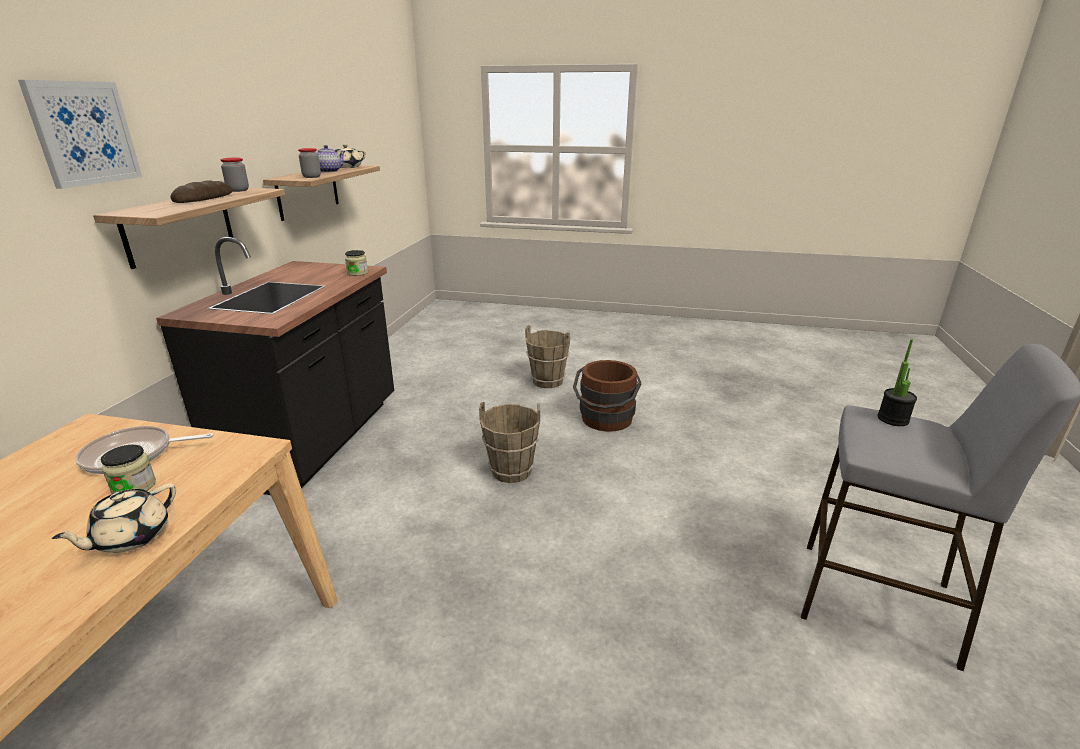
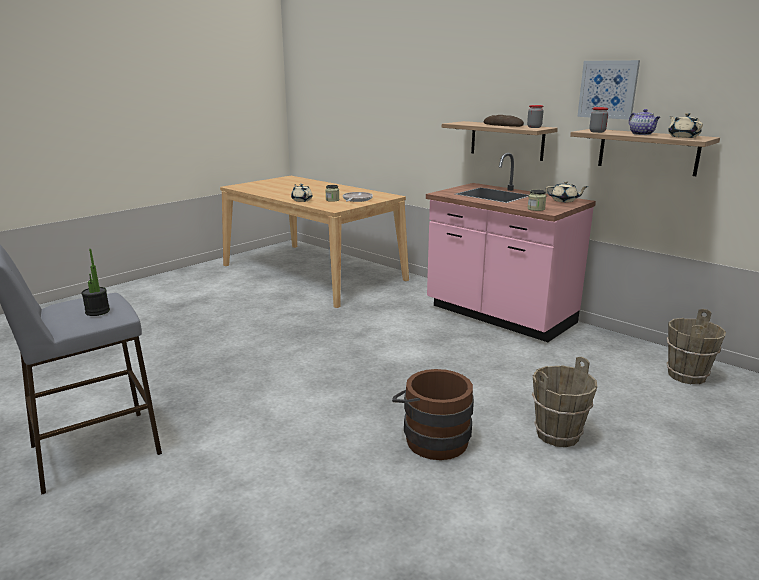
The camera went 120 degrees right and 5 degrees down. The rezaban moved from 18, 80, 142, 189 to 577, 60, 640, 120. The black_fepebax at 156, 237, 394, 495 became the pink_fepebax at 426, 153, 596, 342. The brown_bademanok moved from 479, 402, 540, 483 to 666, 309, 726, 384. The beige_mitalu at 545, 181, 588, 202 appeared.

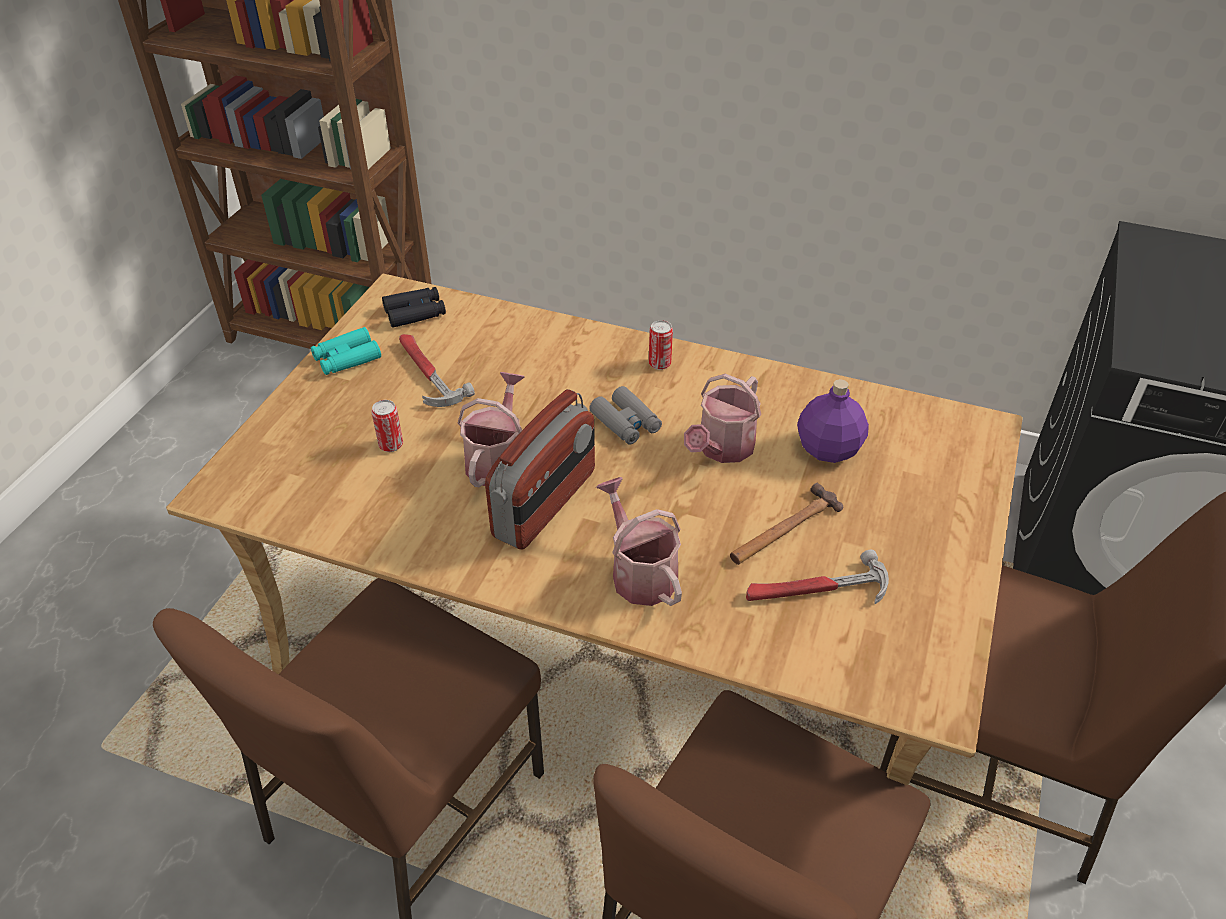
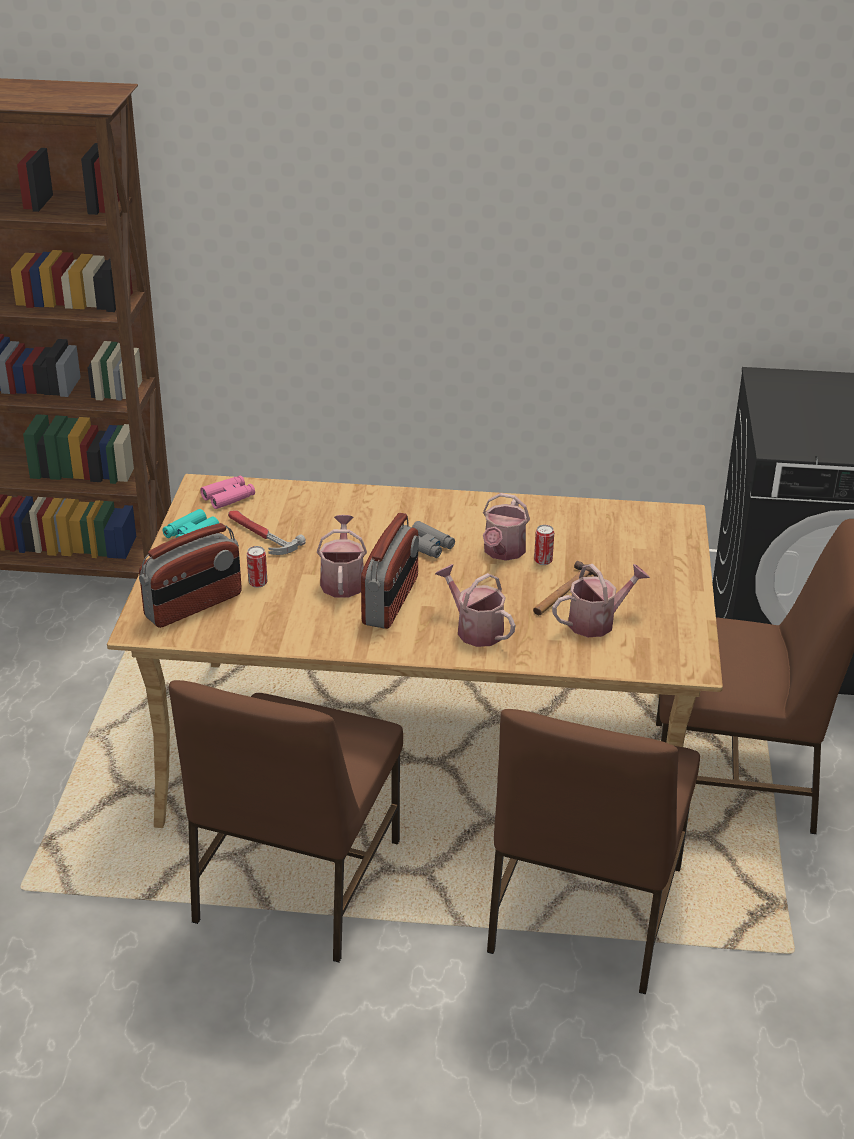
The camera went 15 degrees left and 10 degrees down. The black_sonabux at 382, 287, 446, 328 became the pink_sonabux at 200, 475, 255, 509. The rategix moved from 649, 320, 673, 370 to 534, 525, 554, 565. The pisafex at 746, 550, 889, 604 was replaced by the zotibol at 552, 564, 650, 637. The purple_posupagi at 797, 379, 869, 463 disappeared. The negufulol at 139, 523, 242, 628 appeared.

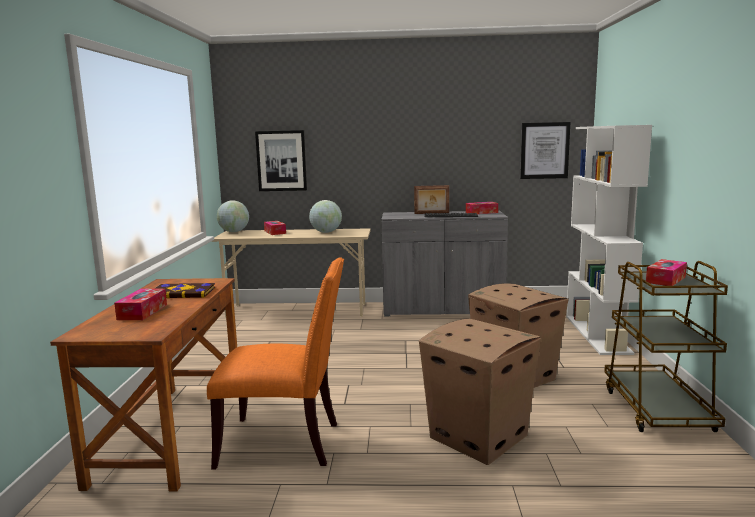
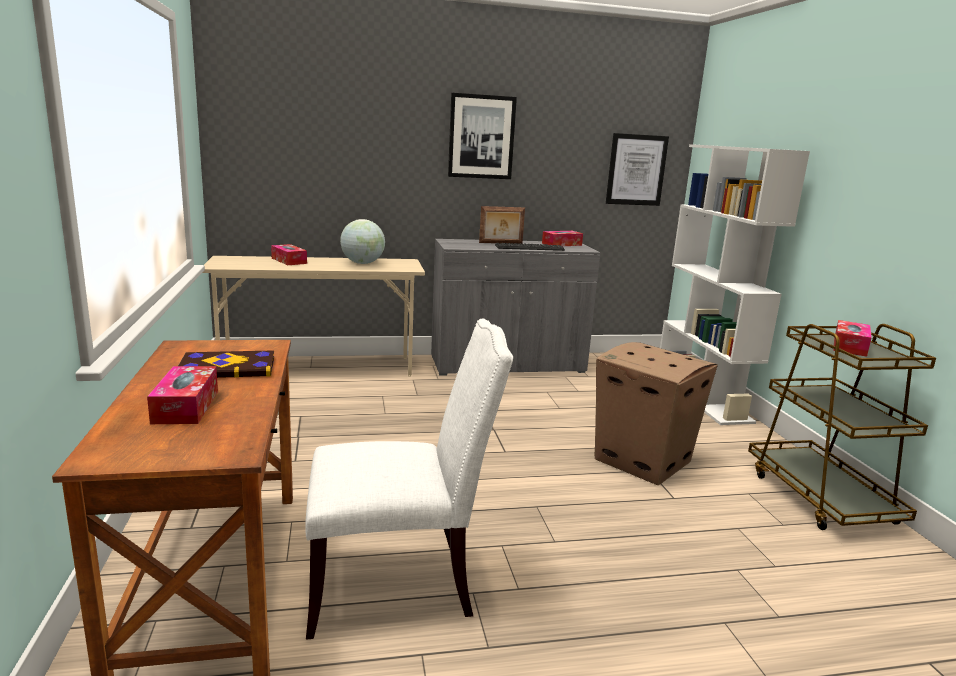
The camera went 15 degrees left and 5 degrees up. The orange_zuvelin at 207, 257, 344, 469 became the white_zuvelin at 305, 318, 513, 639. The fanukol at 217, 200, 249, 232 disappeared. The rezaban moved from 255, 130, 307, 191 to 448, 93, 517, 179. The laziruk at 419, 319, 541, 465 disappeared.

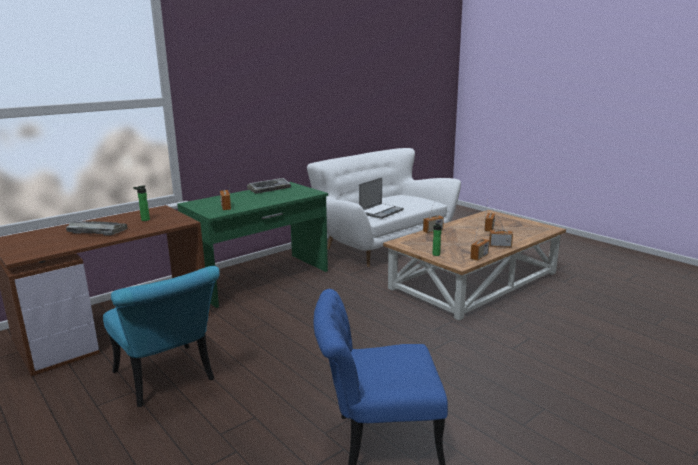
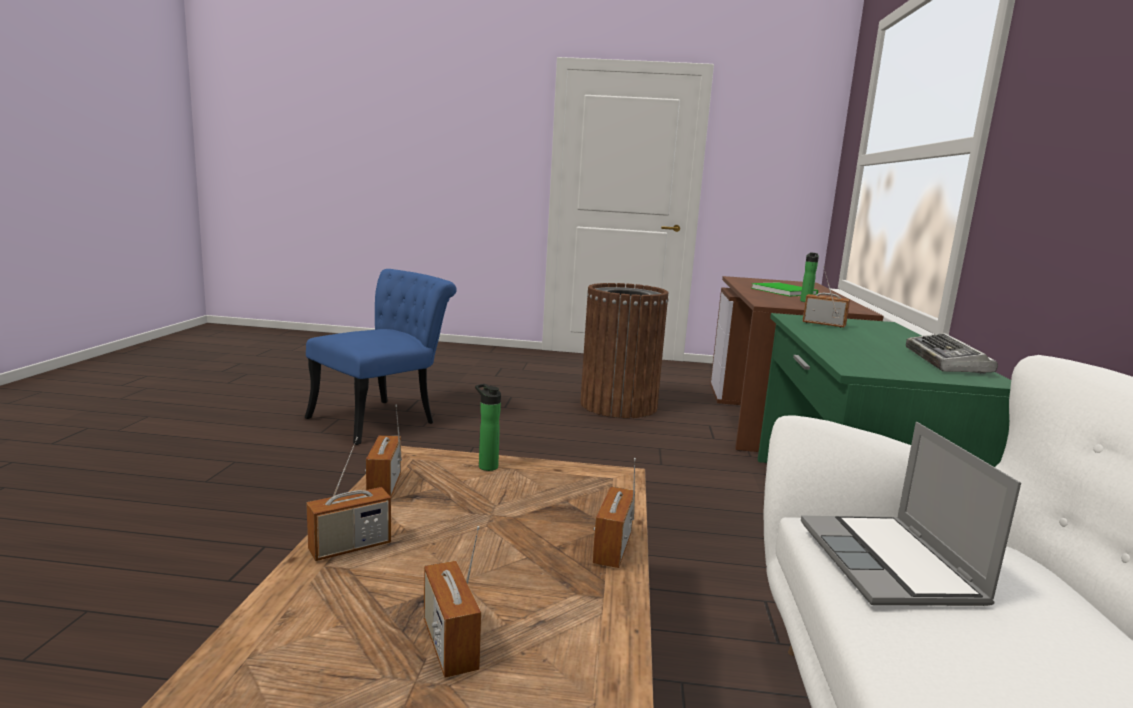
The camera went 135 degrees right and 5 degrees down. The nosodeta at 66, 221, 127, 236 was replaced by the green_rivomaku at 752, 282, 818, 296. The turquoise_zuvelin at 103, 266, 220, 407 was replaced by the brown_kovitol at 580, 283, 669, 418.

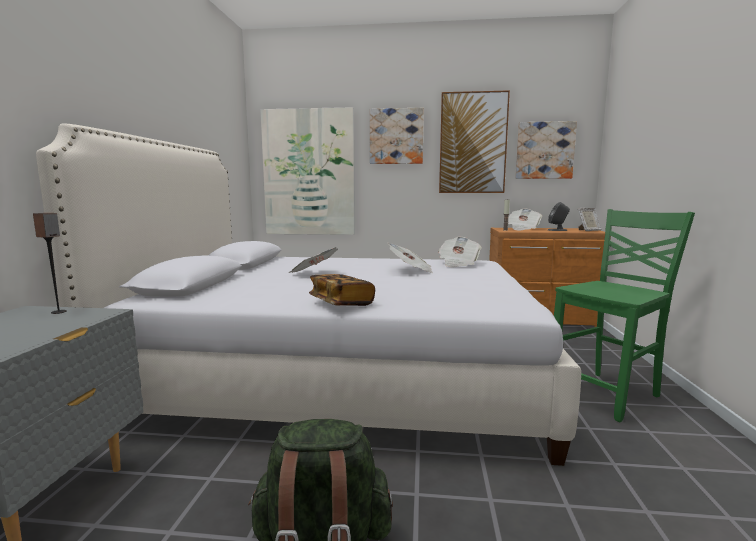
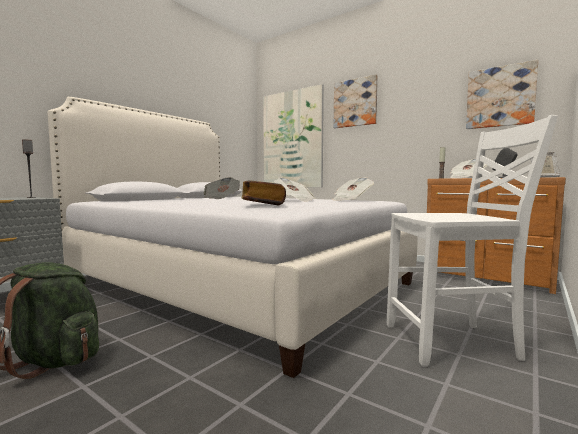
The camera went 30 degrees right and 5 degrees down. The rivomaku moved from 309, 274, 375, 306 to 242, 181, 286, 205. The rezaban at 439, 90, 510, 193 disappeared. The green_zuvelin at 554, 209, 695, 422 became the white_zuvelin at 387, 115, 558, 367.

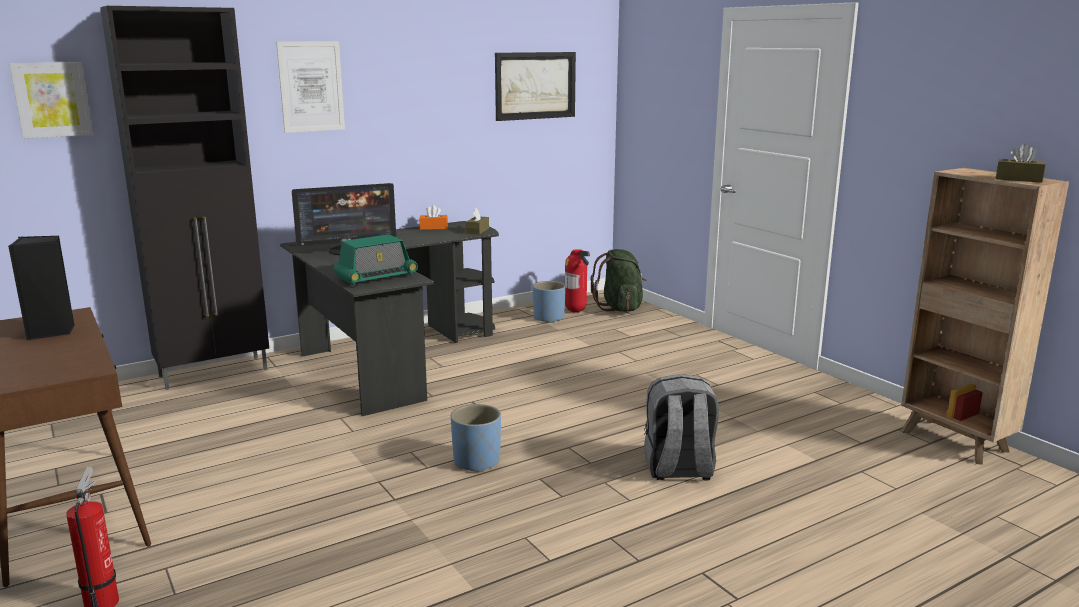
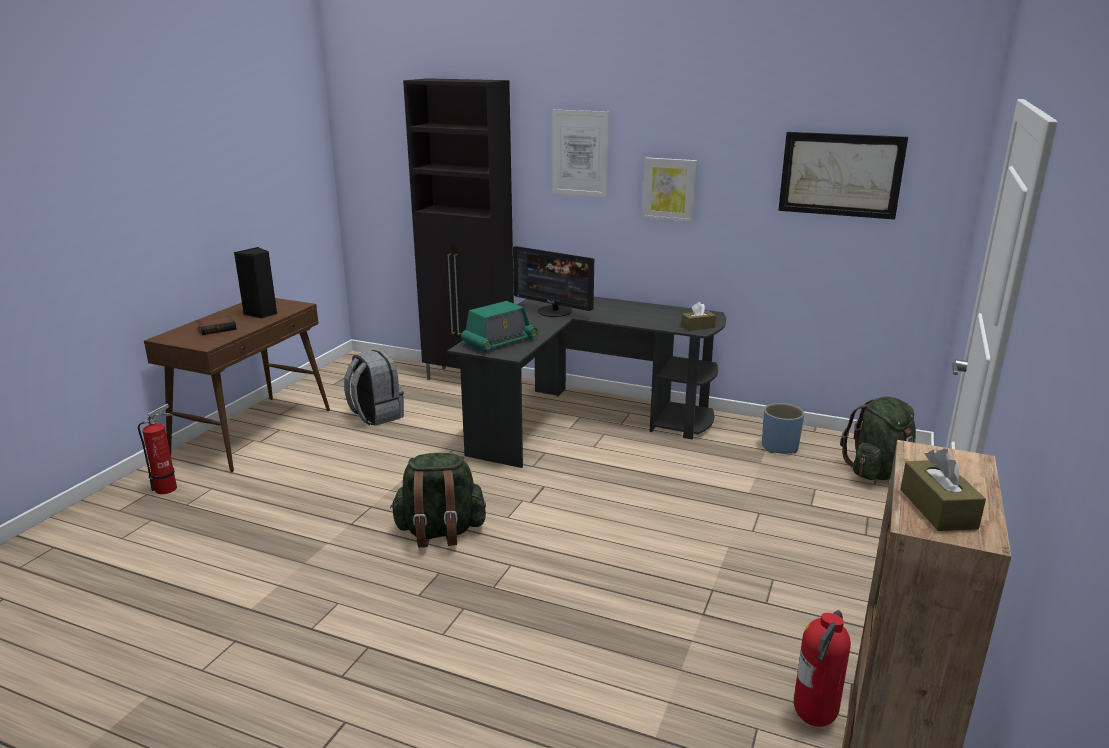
The camera went 55 degrees right and 5 degrees up. The rezaban moved from 9, 62, 93, 139 to 642, 157, 697, 222. The negufulol at 333, 234, 418, 285 turned 60 degrees counterclockwise. The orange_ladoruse at 419, 205, 448, 230 disappeared. The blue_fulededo at 451, 404, 501, 472 was replaced by the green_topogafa at 390, 453, 486, 548. The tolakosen moved from 565, 249, 590, 313 to 794, 610, 851, 727. The grey_topogafa moved from 644, 374, 719, 481 to 344, 349, 404, 426. The rivomaku at 197, 316, 236, 335 appeared.

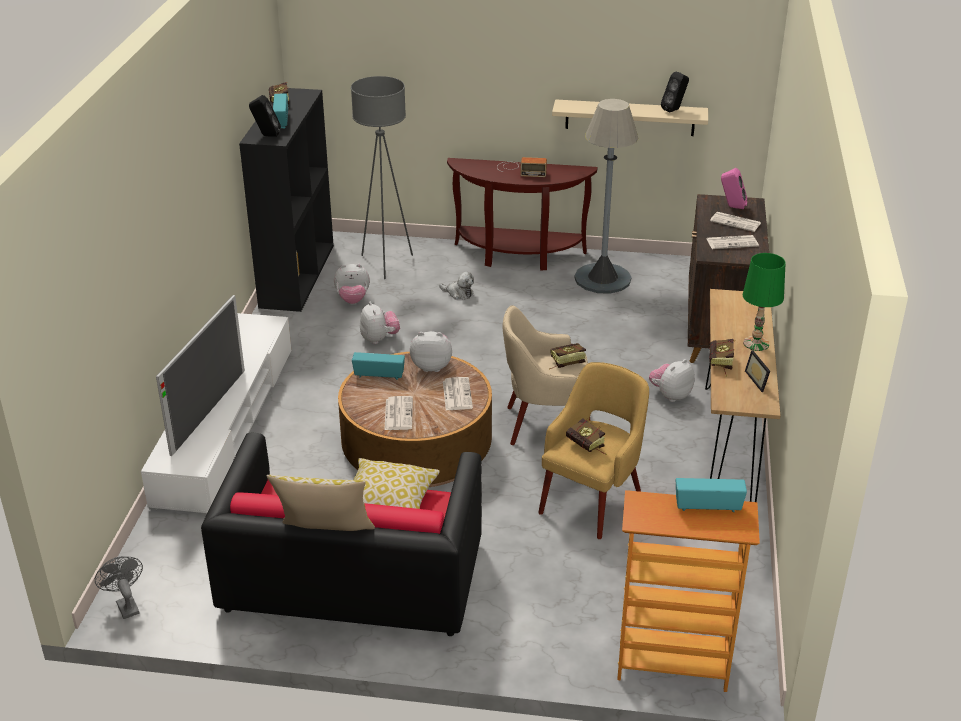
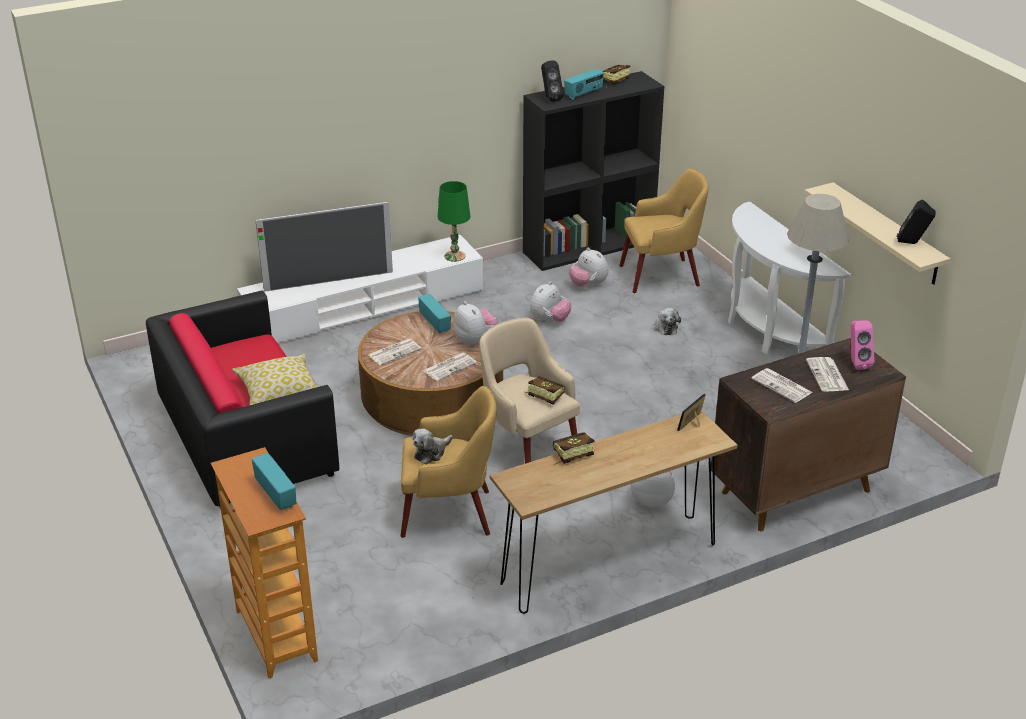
The camera went 55 degrees right and 0 degrees up. The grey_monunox at 95, 556, 143, 619 disappeared. The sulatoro at 267, 475, 375, 531 disappeared. The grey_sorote at 351, 76, 413, 279 was replaced by the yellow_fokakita at 620, 168, 708, 293. The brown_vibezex at 447, 158, 597, 270 became the white_vibezex at 728, 202, 851, 355. The negufulol at 497, 157, 547, 177 disappeared. The rivomaku at 566, 418, 607, 455 was replaced by the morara at 412, 429, 453, 464. The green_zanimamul moved from 743, 253, 786, 351 to 438, 181, 470, 262. The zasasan moved from 745, 350, 770, 392 to 677, 394, 706, 431.

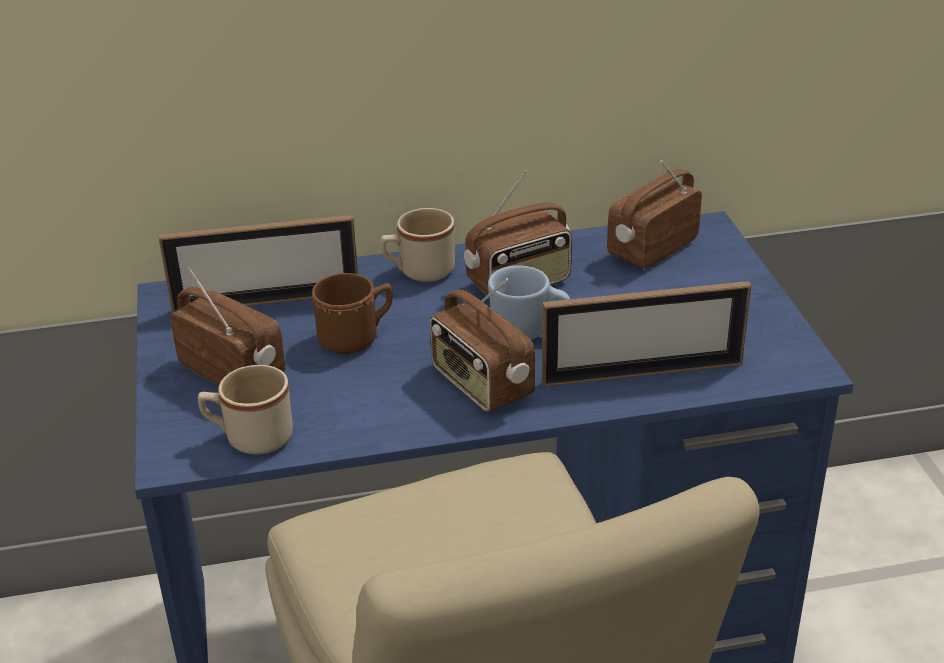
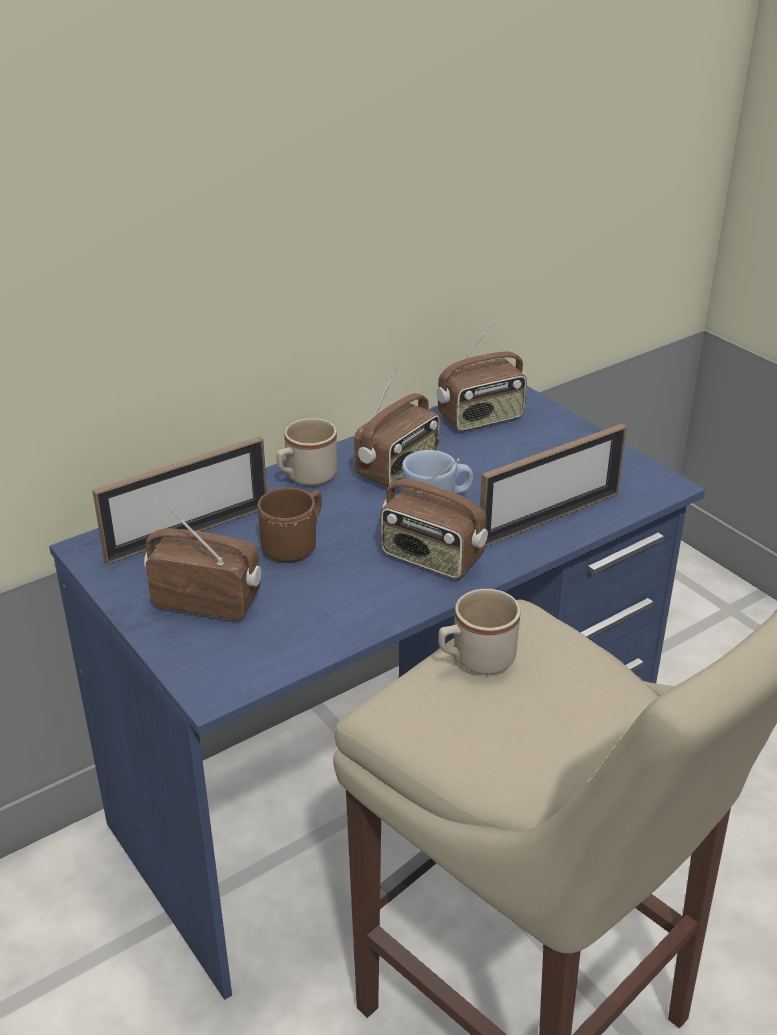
The camera went 25 degrees left and 0 degrees up. The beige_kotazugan moved from 198, 365, 293, 455 to 438, 589, 521, 675. The negufulol at 607, 160, 702, 269 turned 135 degrees counterclockwise.

